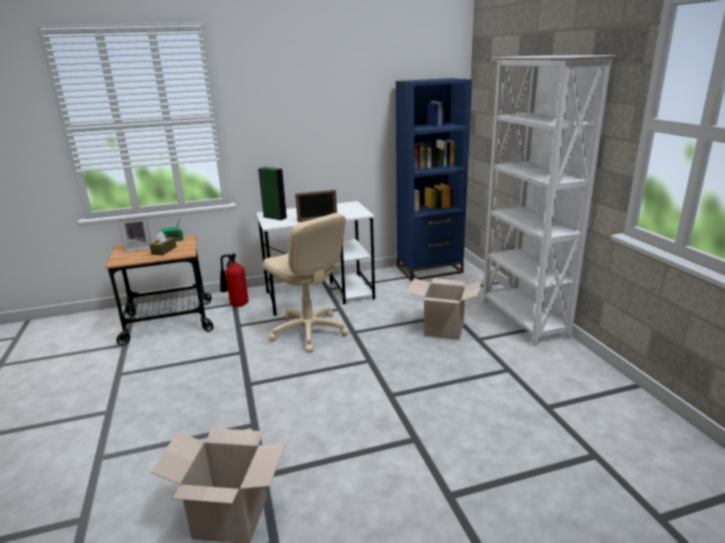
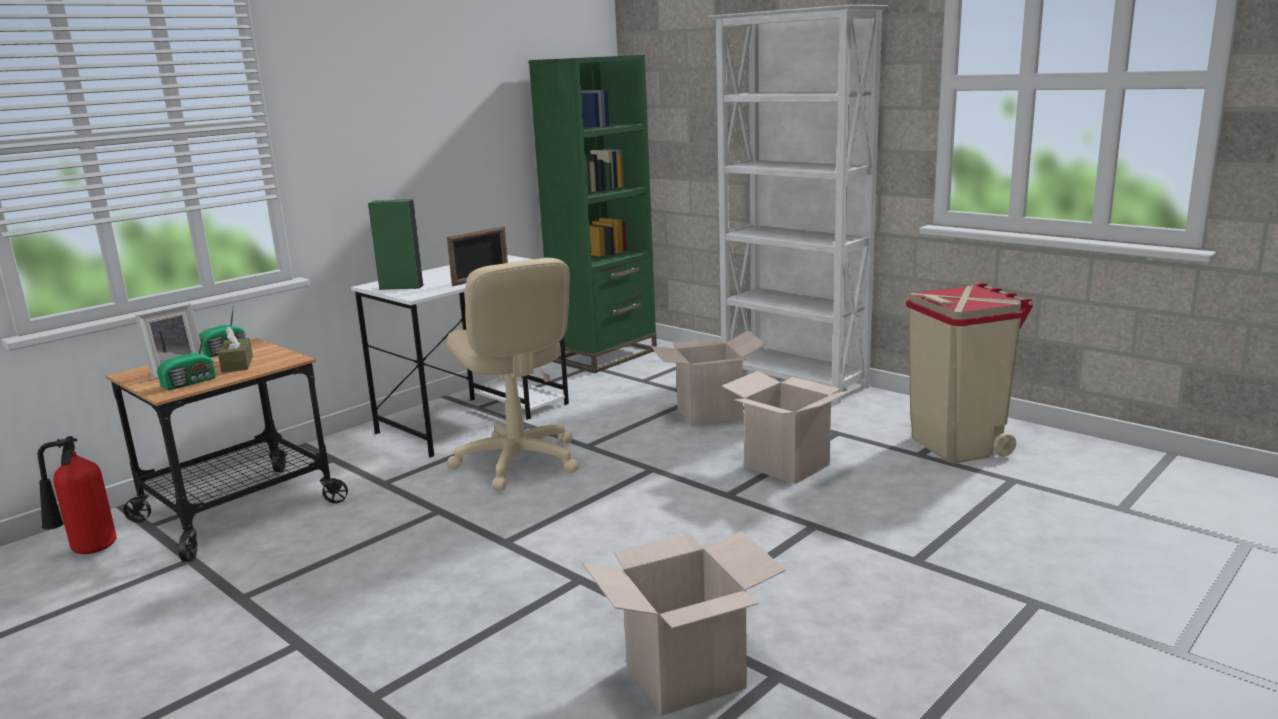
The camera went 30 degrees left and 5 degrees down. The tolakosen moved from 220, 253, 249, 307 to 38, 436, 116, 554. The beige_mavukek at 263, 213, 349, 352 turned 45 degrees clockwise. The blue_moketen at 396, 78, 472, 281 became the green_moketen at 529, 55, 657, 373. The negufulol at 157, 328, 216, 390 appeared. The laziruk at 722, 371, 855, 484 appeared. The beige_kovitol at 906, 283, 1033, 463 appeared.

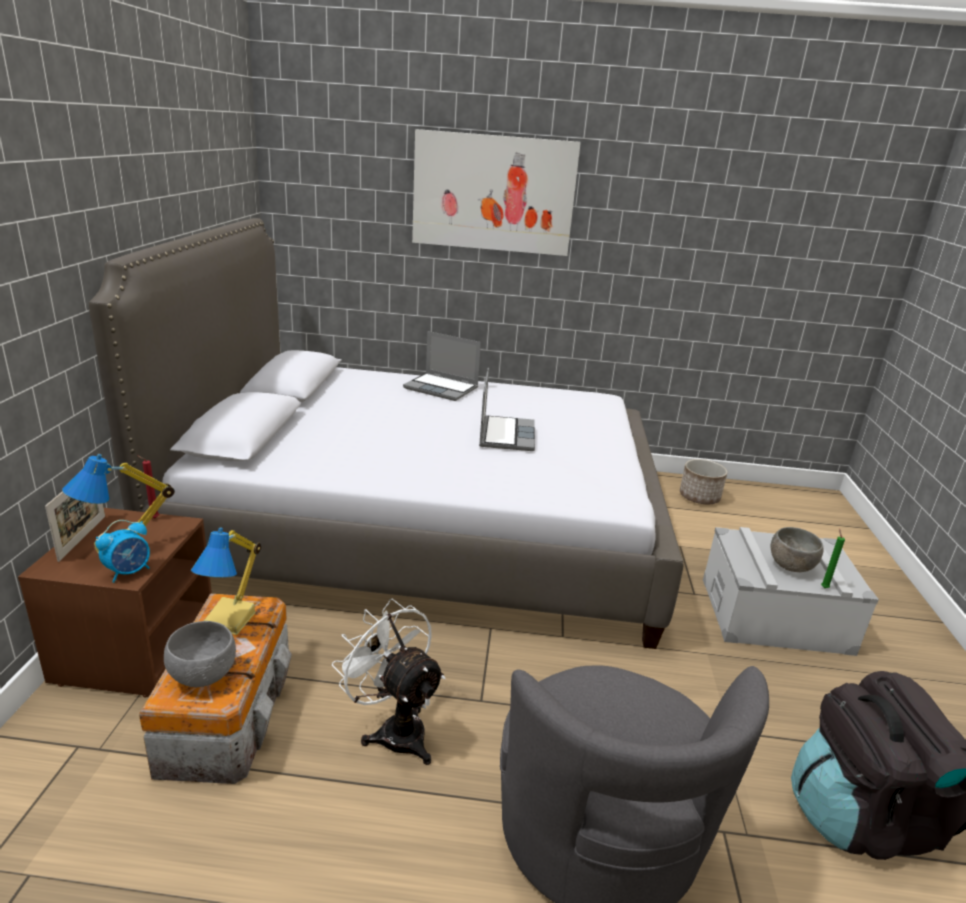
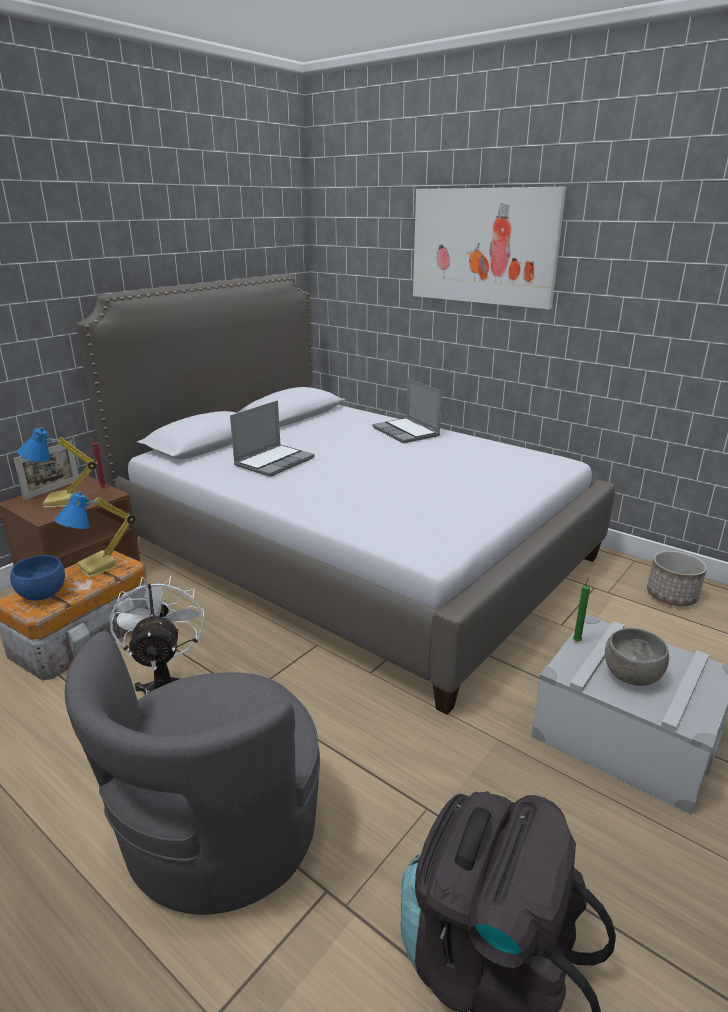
The camera went 35 degrees right and 0 degrees up. The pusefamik at 95, 520, 150, 583 disappeared. The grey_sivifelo at 164, 621, 236, 687 became the blue_sivifelo at 10, 555, 65, 600. The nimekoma moved from 479, 368, 535, 451 to 230, 400, 314, 477. The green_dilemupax moved from 821, 529, 845, 588 to 573, 577, 590, 642.

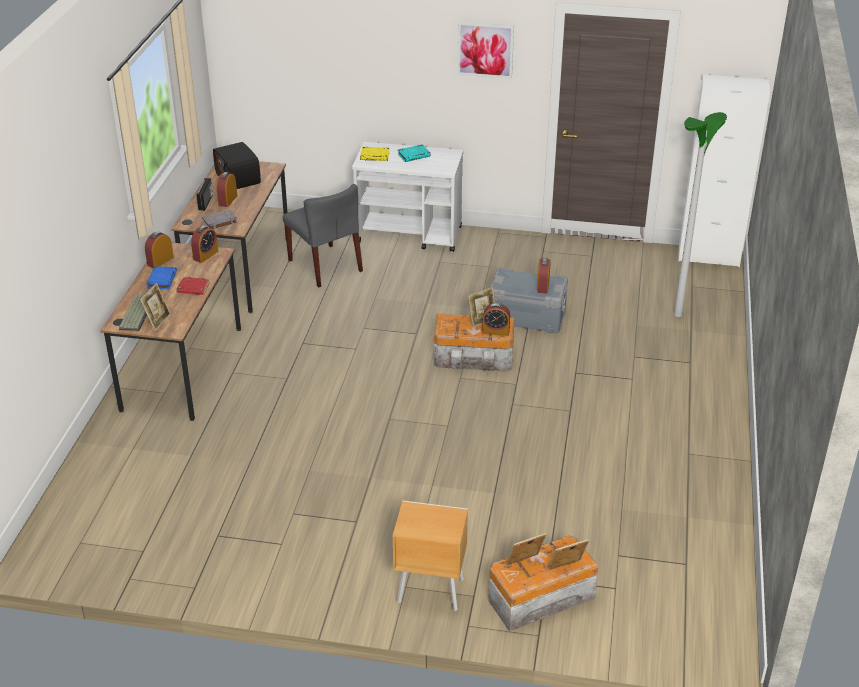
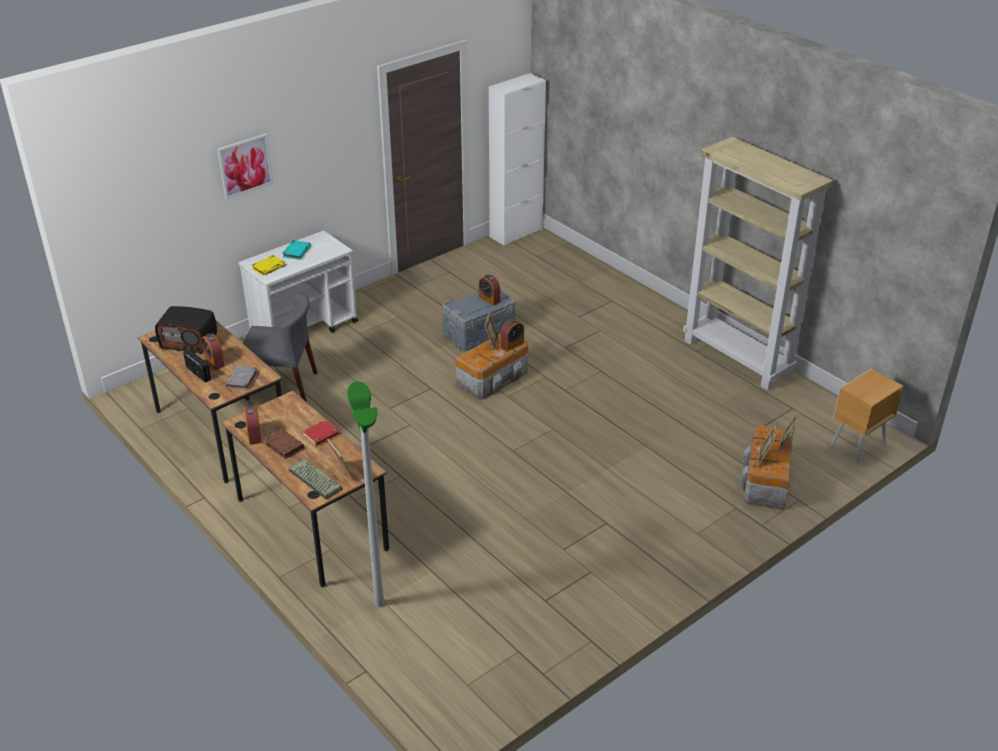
The camera went 50 degrees left and 0 degrees up. The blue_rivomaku at 146, 266, 177, 289 became the brown_rivomaku at 264, 429, 304, 459. The pusefamik at 191, 226, 218, 263 disappeared. The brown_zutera moved from 393, 501, 468, 611 to 830, 369, 904, 464. The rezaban moved from 457, 22, 514, 79 to 217, 134, 273, 199. The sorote moved from 674, 112, 727, 317 to 347, 381, 384, 607. The beige_moketen at 683, 137, 833, 390 appeared.

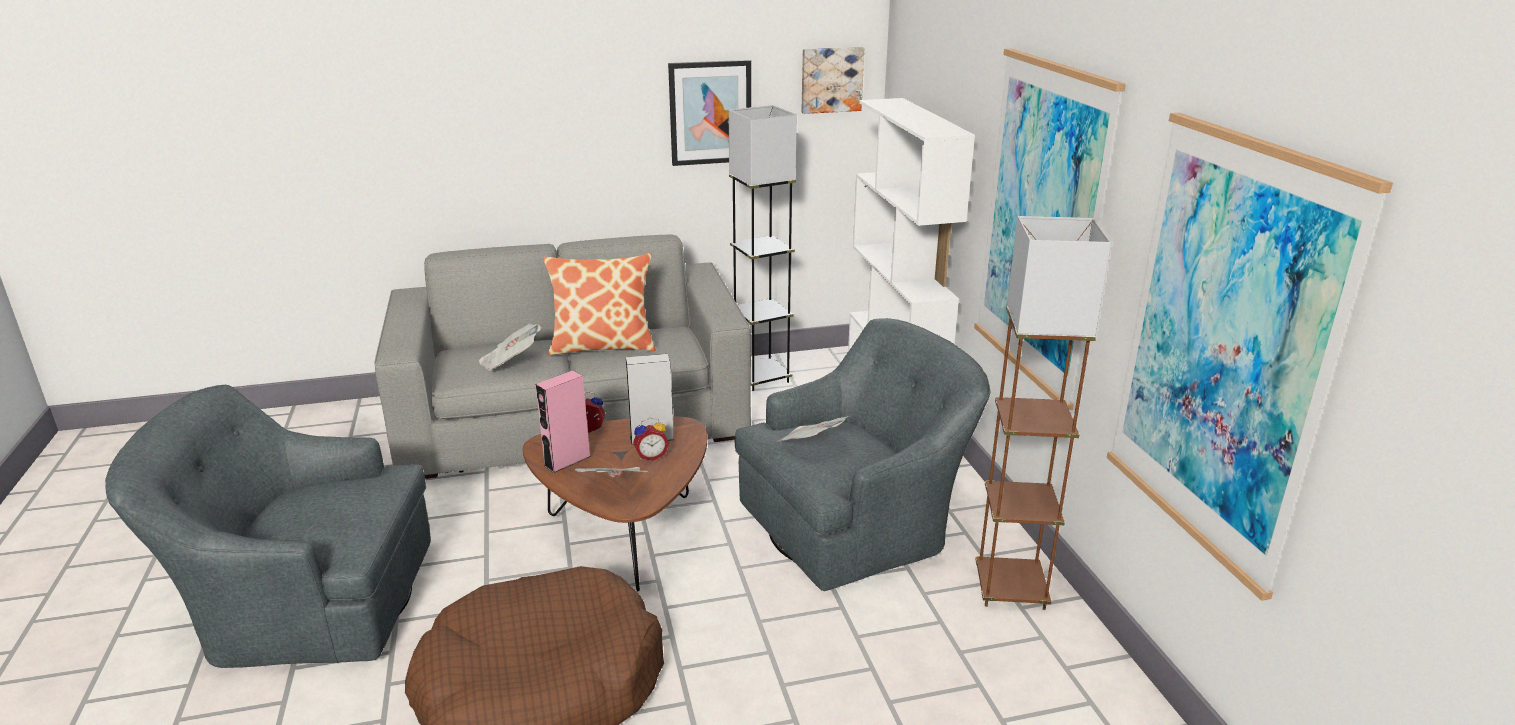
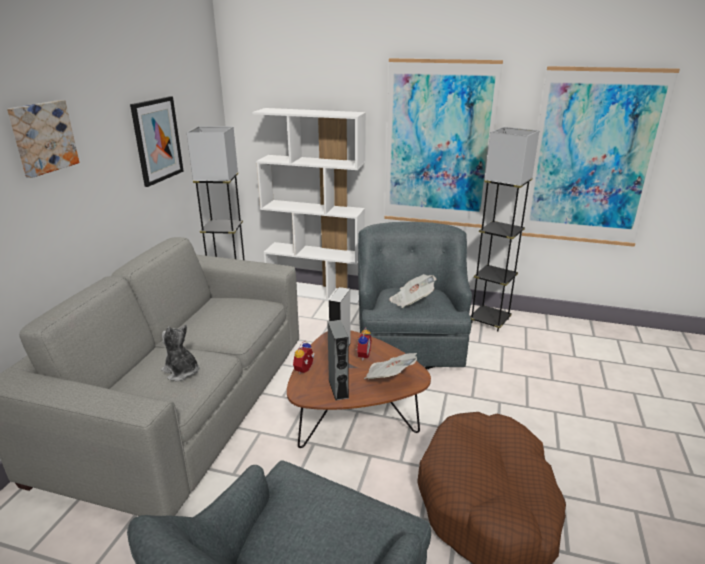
The camera went 60 degrees left and 0 degrees up. The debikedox at 479, 323, 541, 371 was replaced by the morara at 161, 324, 199, 381. The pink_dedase at 536, 370, 591, 473 became the grey_dedase at 327, 320, 349, 401. The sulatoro at 544, 253, 656, 355 disappeared. The rezaban moved from 801, 47, 864, 114 to 7, 100, 79, 178. The brown_sorote at 976, 216, 1111, 610 became the grey_sorote at 470, 127, 540, 332.

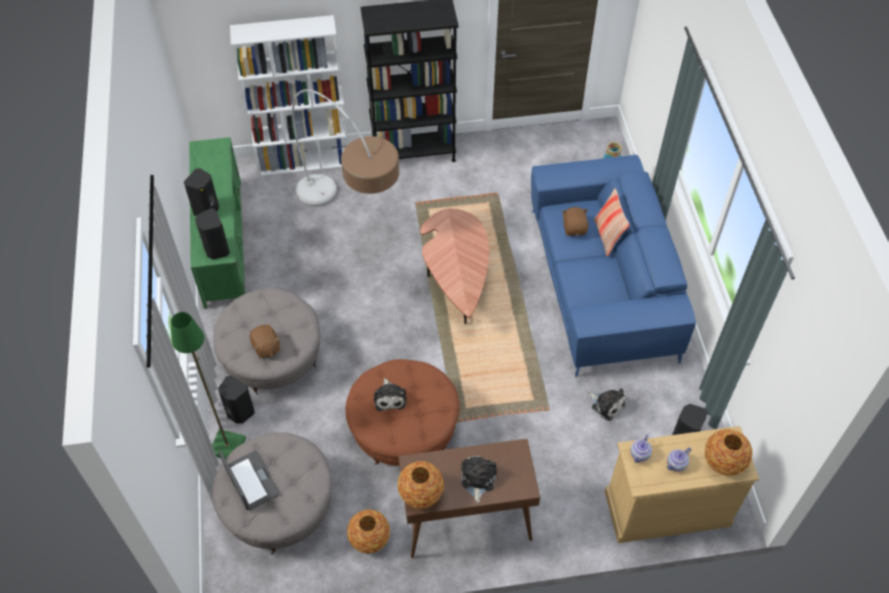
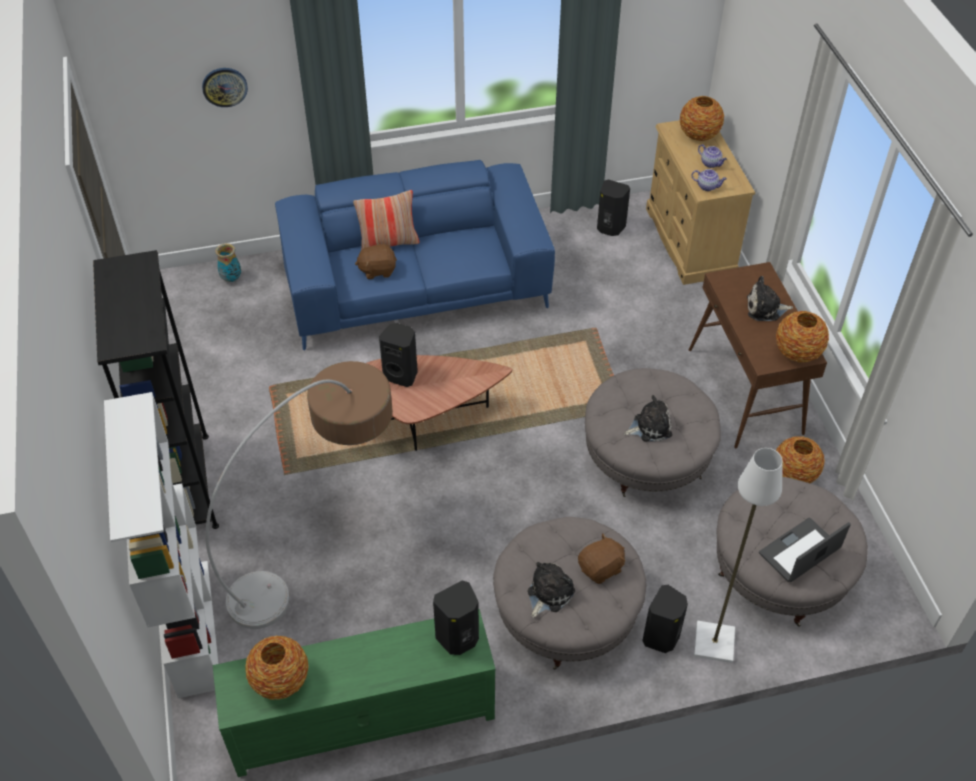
The camera went 95 degrees left and 5 degrees down. The green_sorote at 171, 312, 246, 459 became the white_sorote at 694, 448, 783, 663. The black_dedase moved from 184, 168, 219, 216 to 379, 323, 418, 387. The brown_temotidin at 345, 359, 460, 466 became the grey_temotidin at 585, 368, 721, 497. The morara moved from 588, 388, 625, 421 to 528, 562, 575, 618. The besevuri at 202, 68, 248, 107 appeared. The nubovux at 245, 636, 309, 700 appeared.

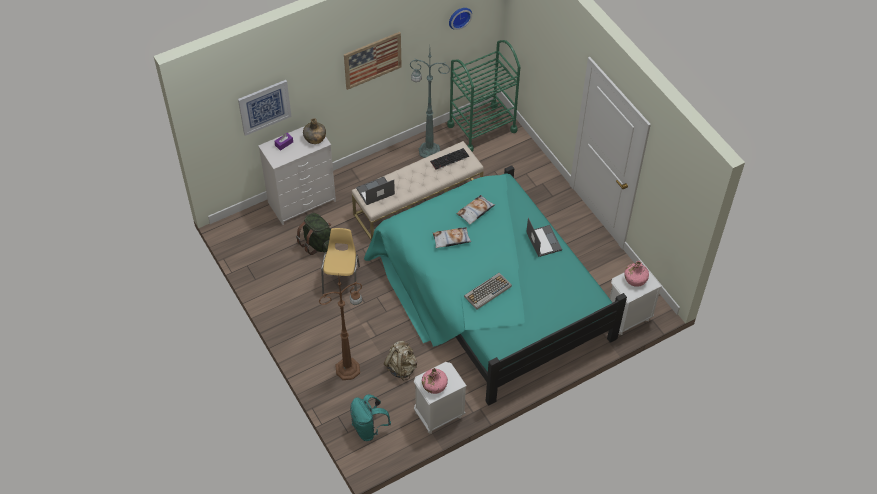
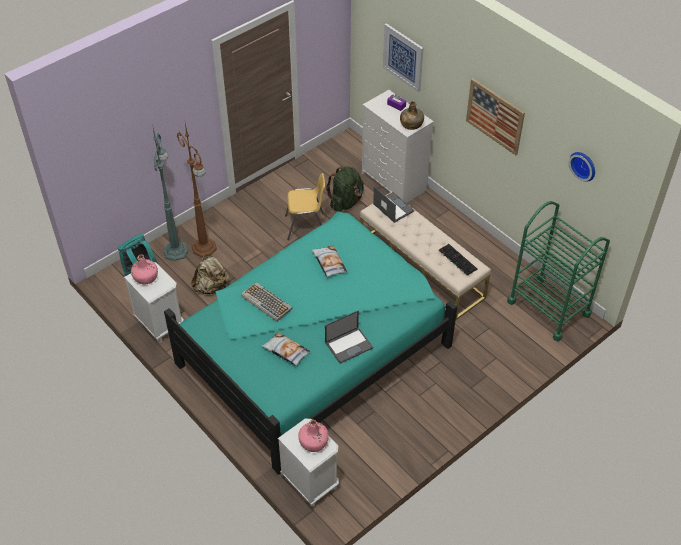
The camera went 80 degrees right and 5 degrees down. The green_sorote moved from 410, 50, 450, 158 to 153, 128, 188, 261. The sulatoro moved from 456, 195, 495, 225 to 262, 333, 310, 366.

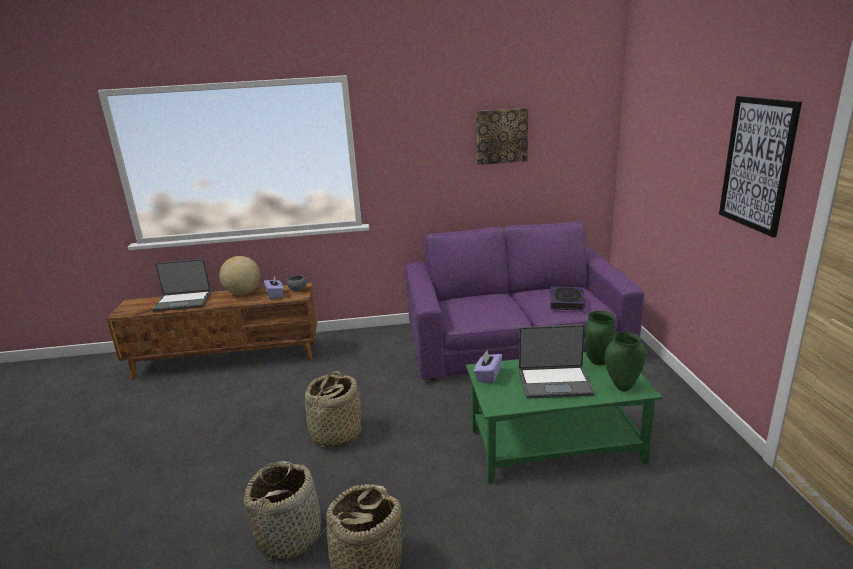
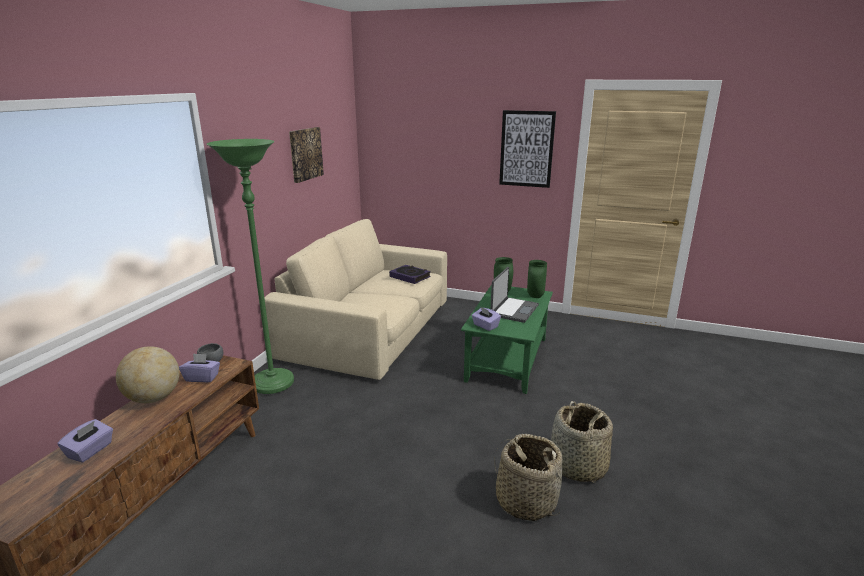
The camera went 65 degrees left and 0 degrees up. The nimekoma at 152, 259, 211, 312 was replaced by the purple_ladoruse at 58, 419, 113, 463. The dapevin at 305, 371, 361, 447 disappeared. The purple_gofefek at 406, 222, 644, 380 became the beige_gofefek at 264, 219, 447, 380. The green_sorote at 207, 139, 294, 394 appeared.

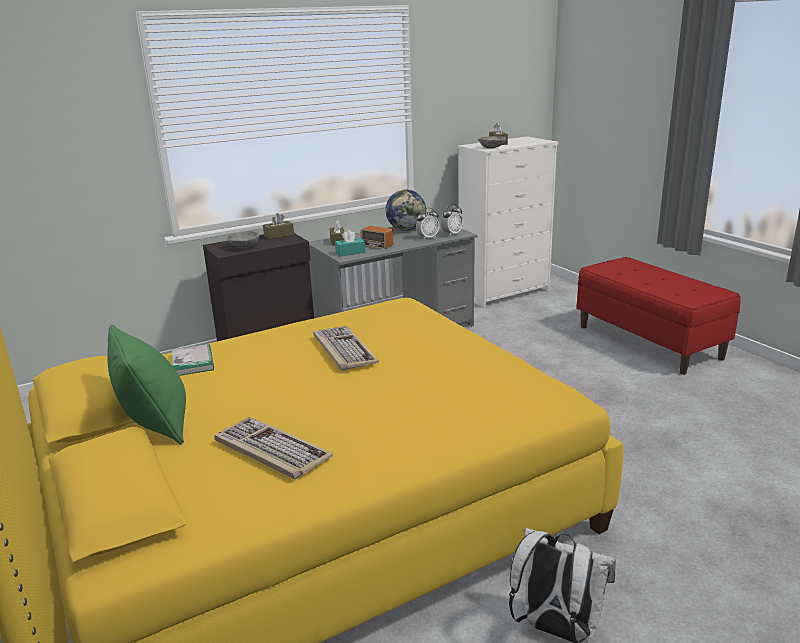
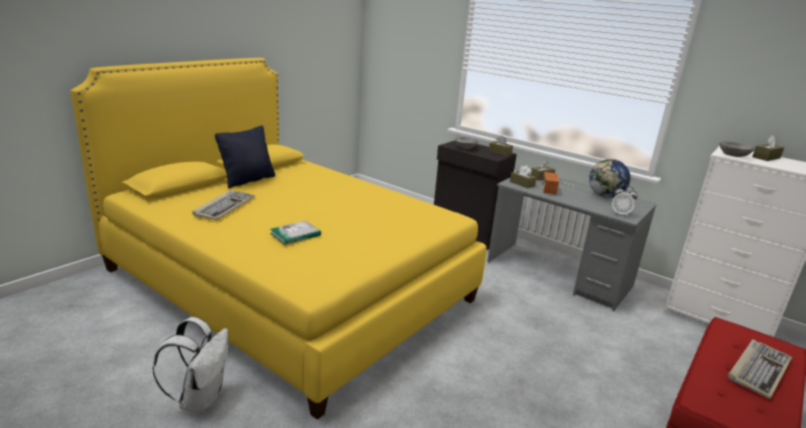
The camera went 65 degrees right and 0 degrees up. The green_sulatoro at 107, 325, 186, 445 became the black_sulatoro at 215, 126, 275, 188. The rivomaku moved from 171, 344, 214, 376 to 270, 221, 321, 245. The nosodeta moved from 313, 326, 379, 371 to 728, 339, 792, 399. The turquoise_ladoruse at 335, 230, 365, 256 became the brown_ladoruse at 510, 166, 537, 188. The pusefamik at 416, 208, 440, 240 disappeared.

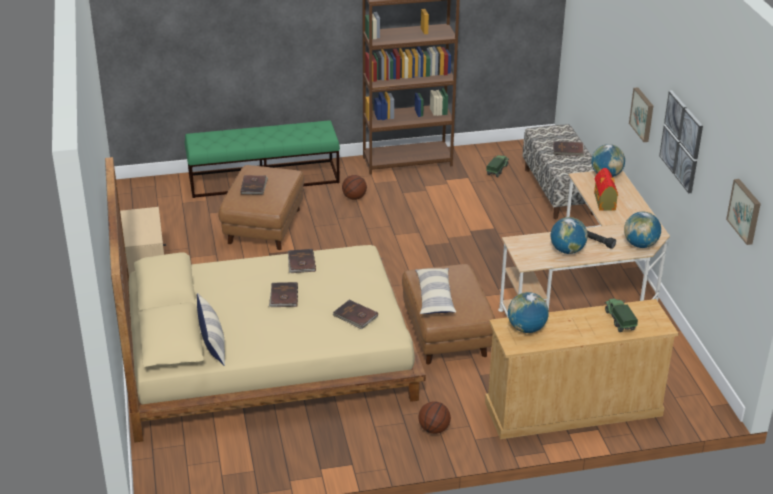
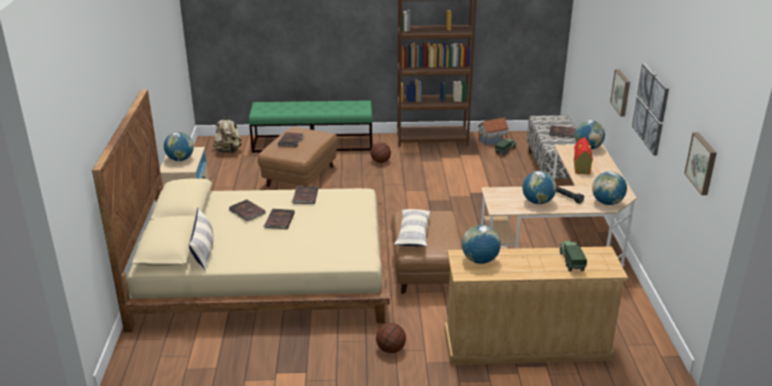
The camera went 10 degrees right and 5 degrees down. The brown_rivomaku moved from 333, 300, 378, 329 to 229, 199, 265, 221. The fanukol at 164, 132, 194, 161 appeared. The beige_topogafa at 213, 117, 242, 153 appeared. The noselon at 478, 118, 509, 146 appeared.

